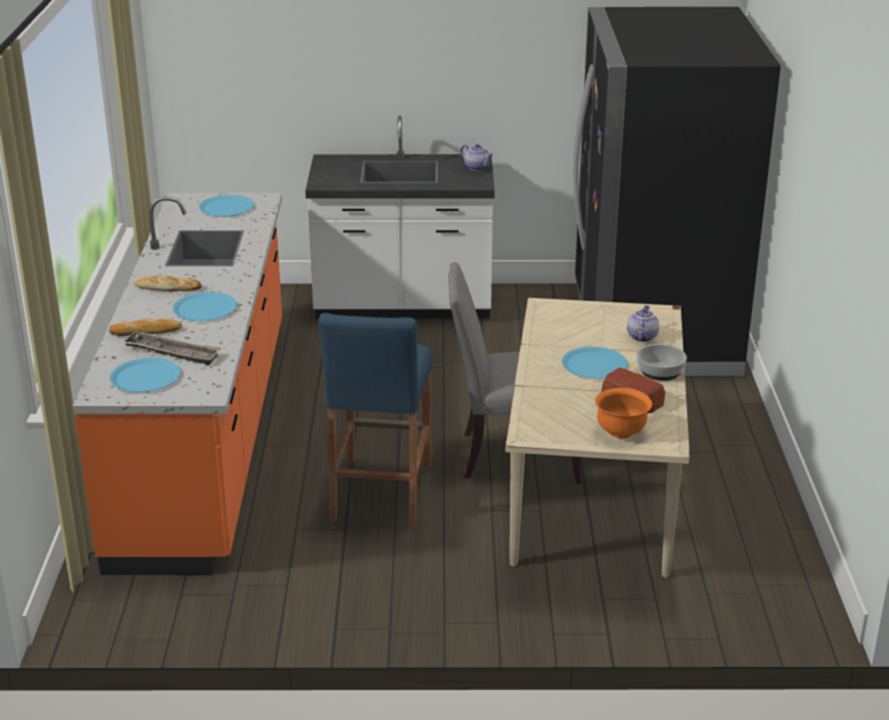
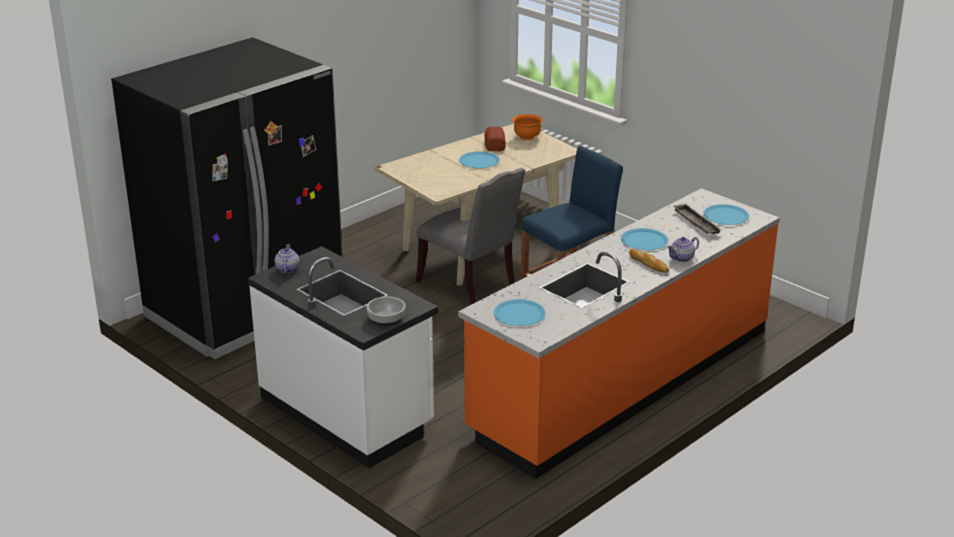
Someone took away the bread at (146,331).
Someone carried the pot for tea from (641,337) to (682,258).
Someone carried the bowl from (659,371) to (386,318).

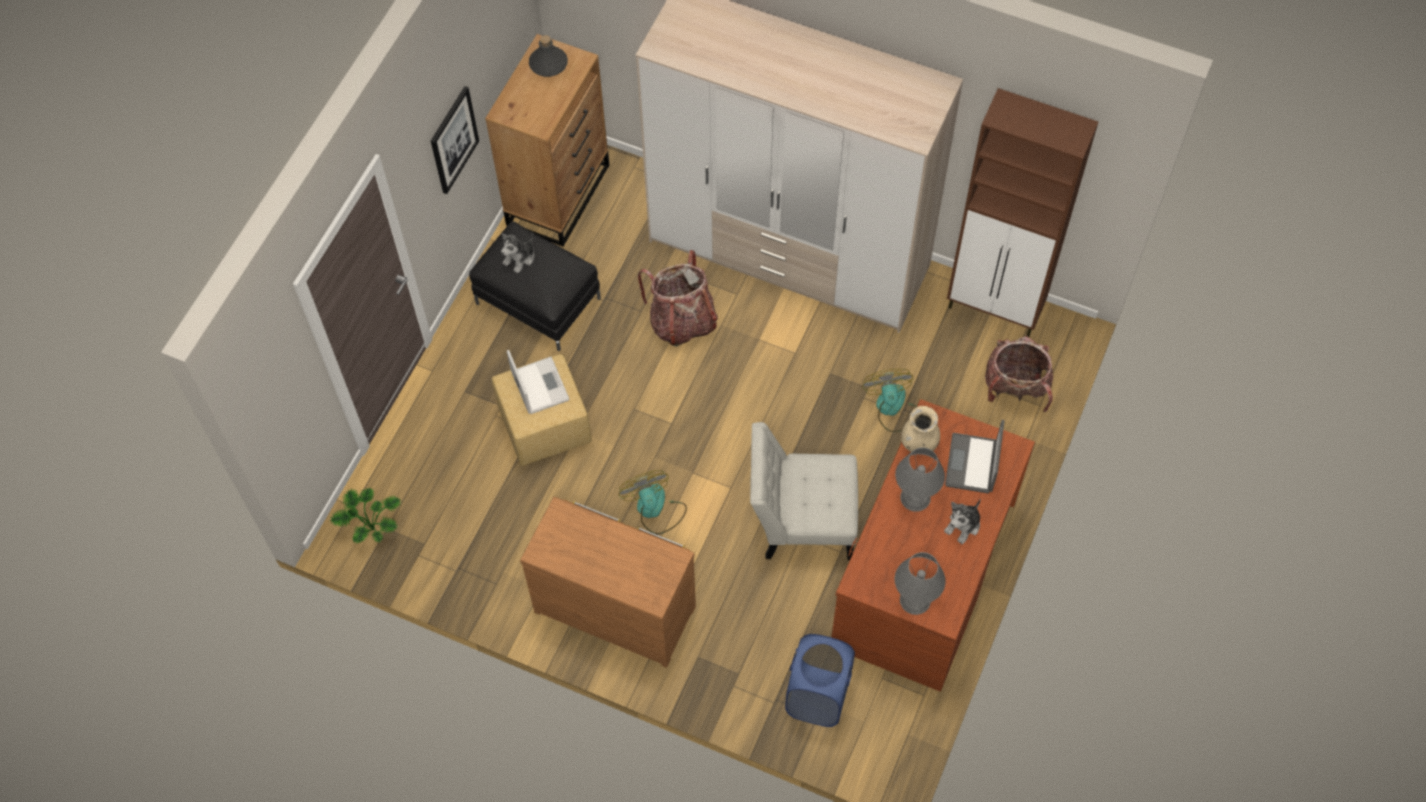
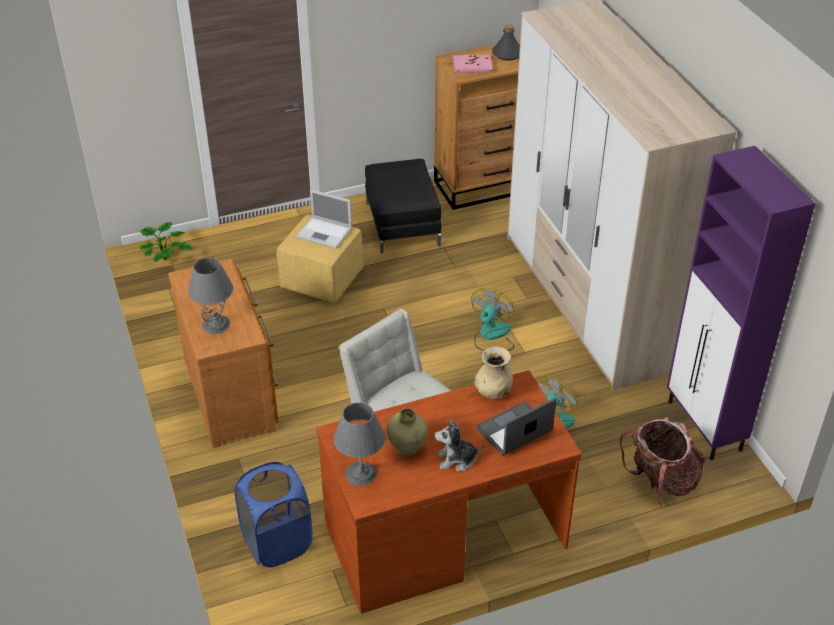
Someone took away the picture at (453,140).
Someone took away the cuddly toy at (520,258).
Someone rotated the notebook computer at (539,385) by 90 degrees clockwise.
Someone carried the cooling fan from (655,509) to (491,336).
Someone took away the knapsack at (682,321).
Someone carried the grey table lamp from (915,498) to (216,324).
Someone repainted the brownish cupboard at (995,309), which became the purplish cupboard at (704,427).
Someone put down the beige vase at (407,448).
Someone put down the pinkish volume at (472,66).

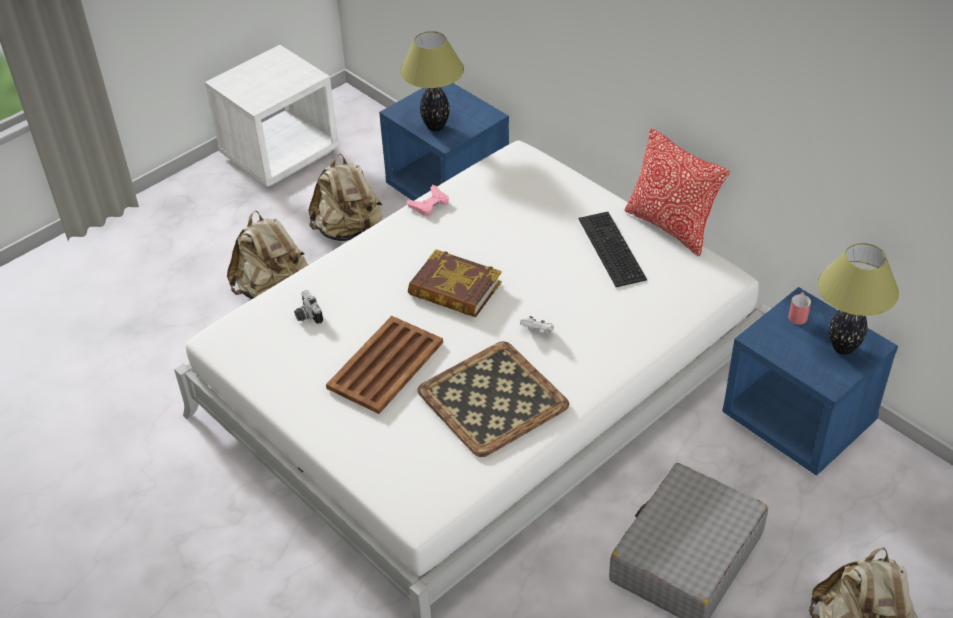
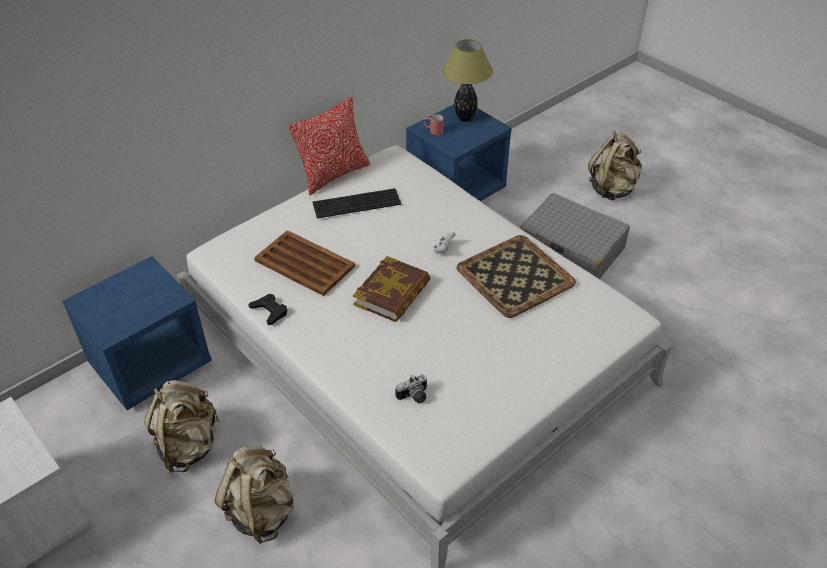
Someone carried the brownish tray from (386,364) to (304,263).
Someone took away the table lamp at (436,127).
Someone repainted the pinkish joypad at (429,204), which became the black joypad at (269,311).

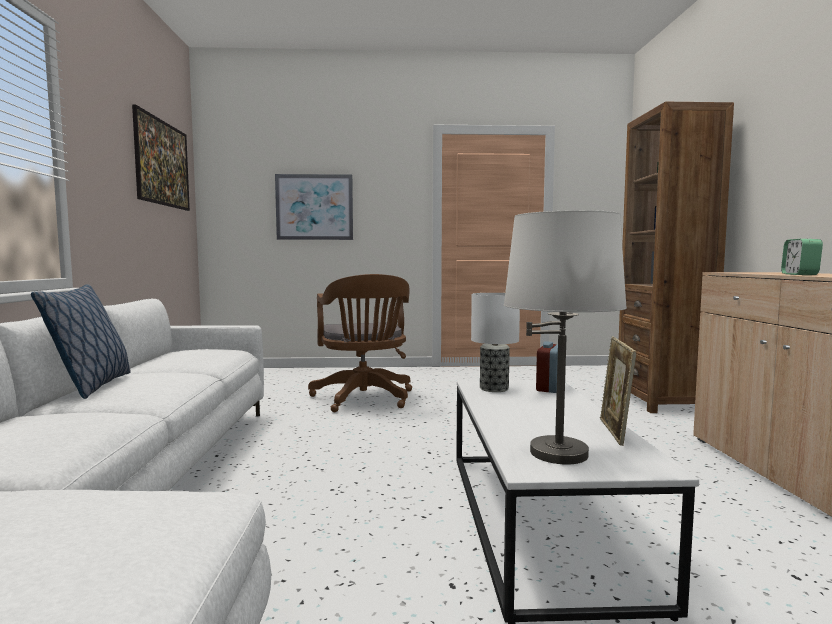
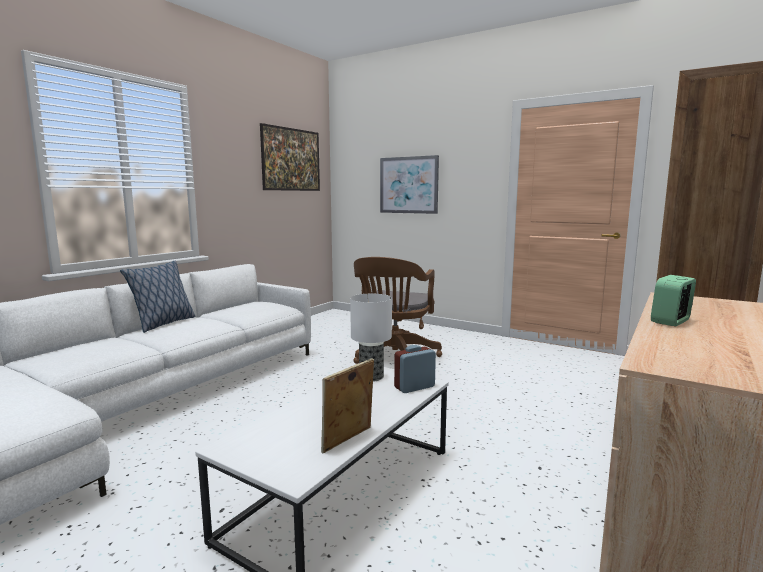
Someone took away the white table lamp at (558,453).

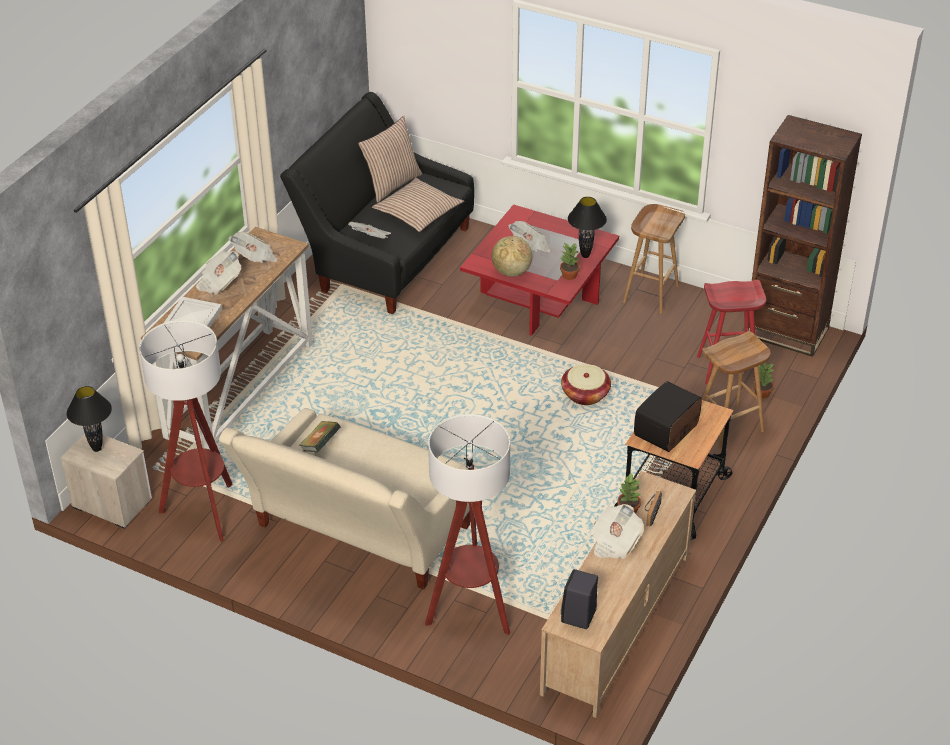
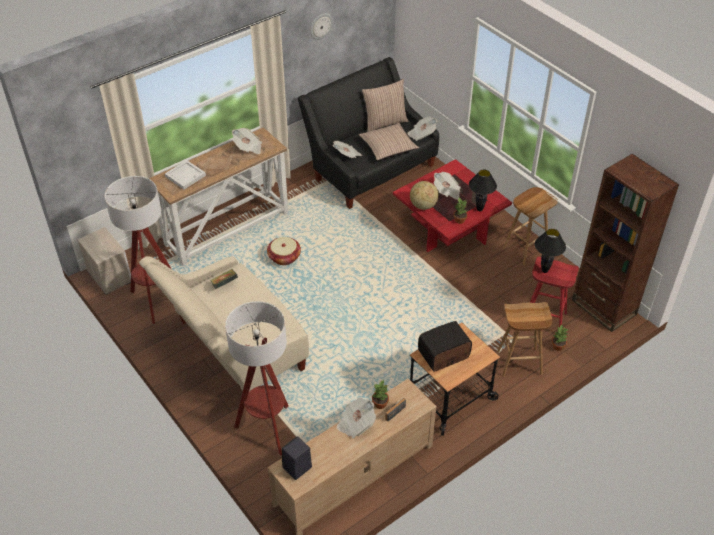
Someone carried the black table lamp from (97,448) to (545,270).
Someone carried the printed paper from (219,283) to (421,134).
Someone carried the storage basket from (585,394) to (284,257).
Someone put up the clock on the wall at (320,26).

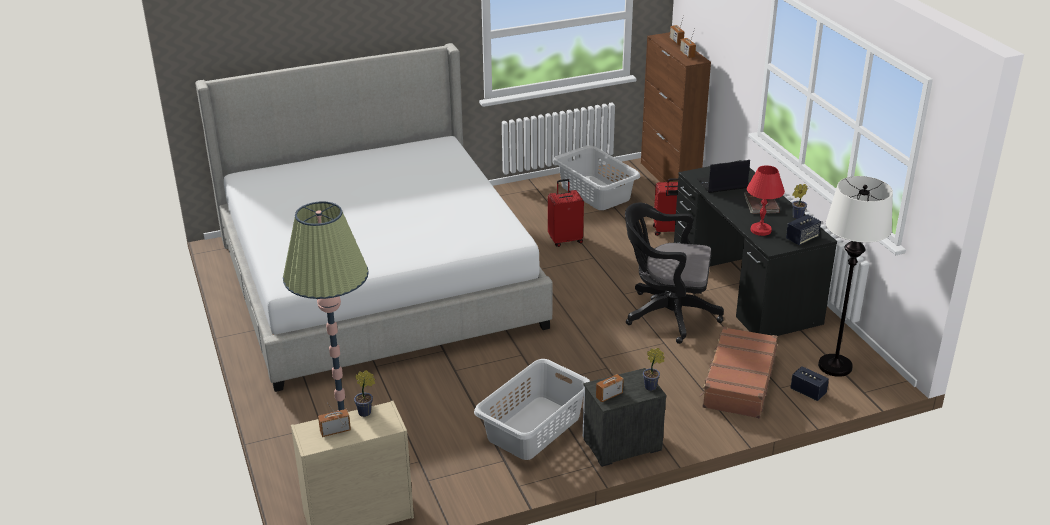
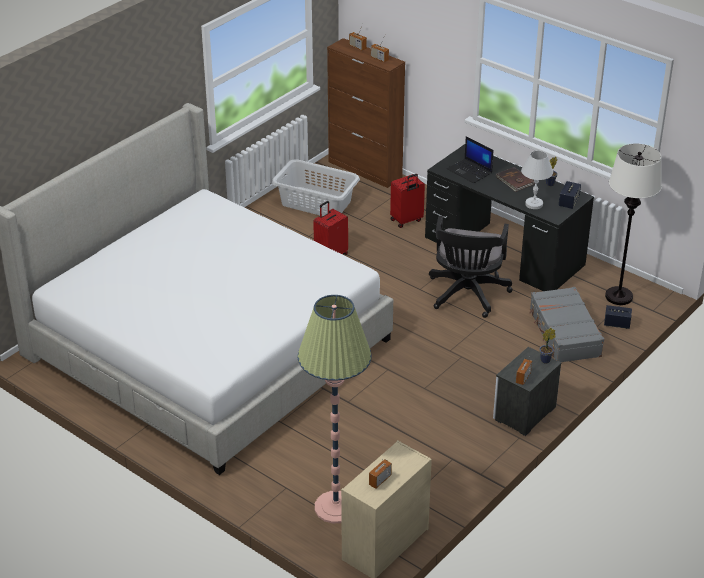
Someone took away the houseplant at (366,412).
Someone took away the grey laundry basket at (532,428).
Someone rotated the black desk chair at (666,314) by 60 degrees counterclockwise.
Someone rotated the notebook computer at (721,184) by 90 degrees counterclockwise.
Someone repainted the brownish suitcase at (738,382), which became the grey suitcase at (564,333).
Someone repainted the red table lamp at (760,230), which became the white table lamp at (533,204).

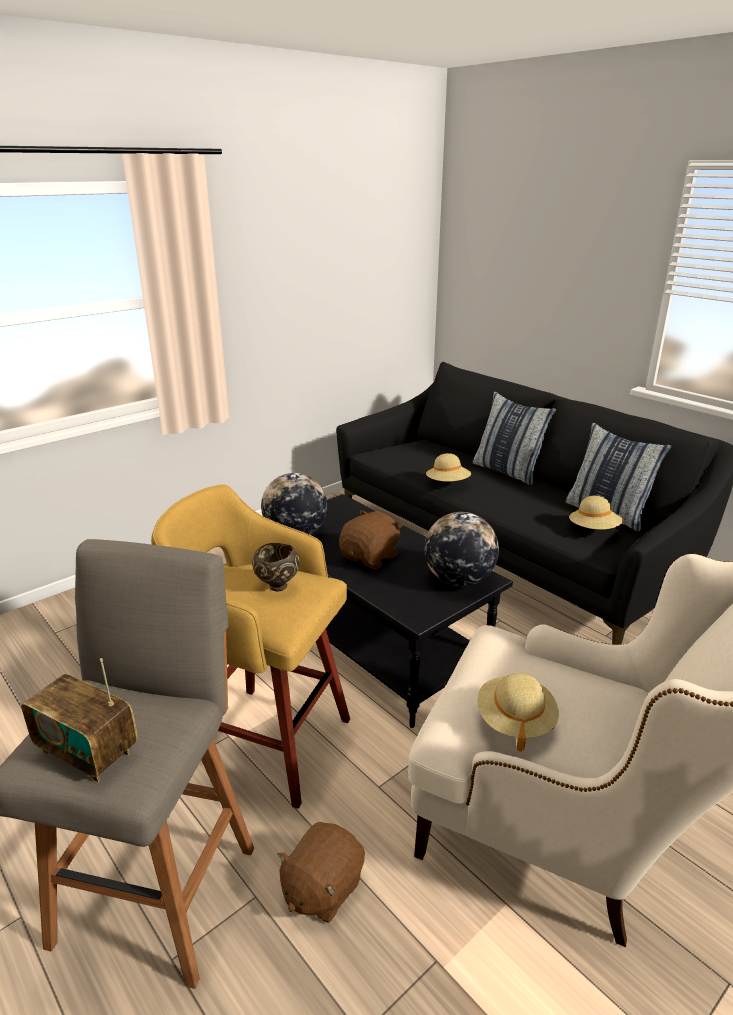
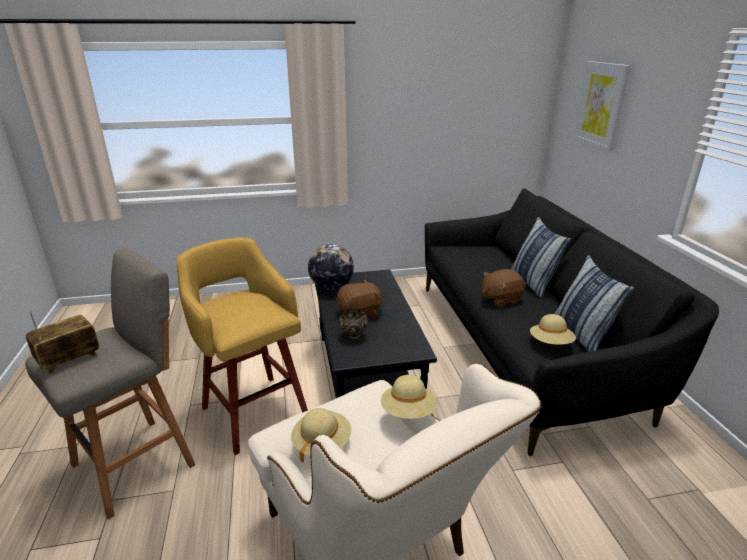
Someone rotated the radio at (88,751) by 75 degrees clockwise.
Someone carried the brownish bowl from (276,587) to (353,336).
Someone carried the brownish cuddly toy from (322,888) to (500,299).
Someone took away the world globe at (458,580).
Someone carried the beige clothing hat from (448,483) to (408,412).
Someone put up the picture at (601,105).

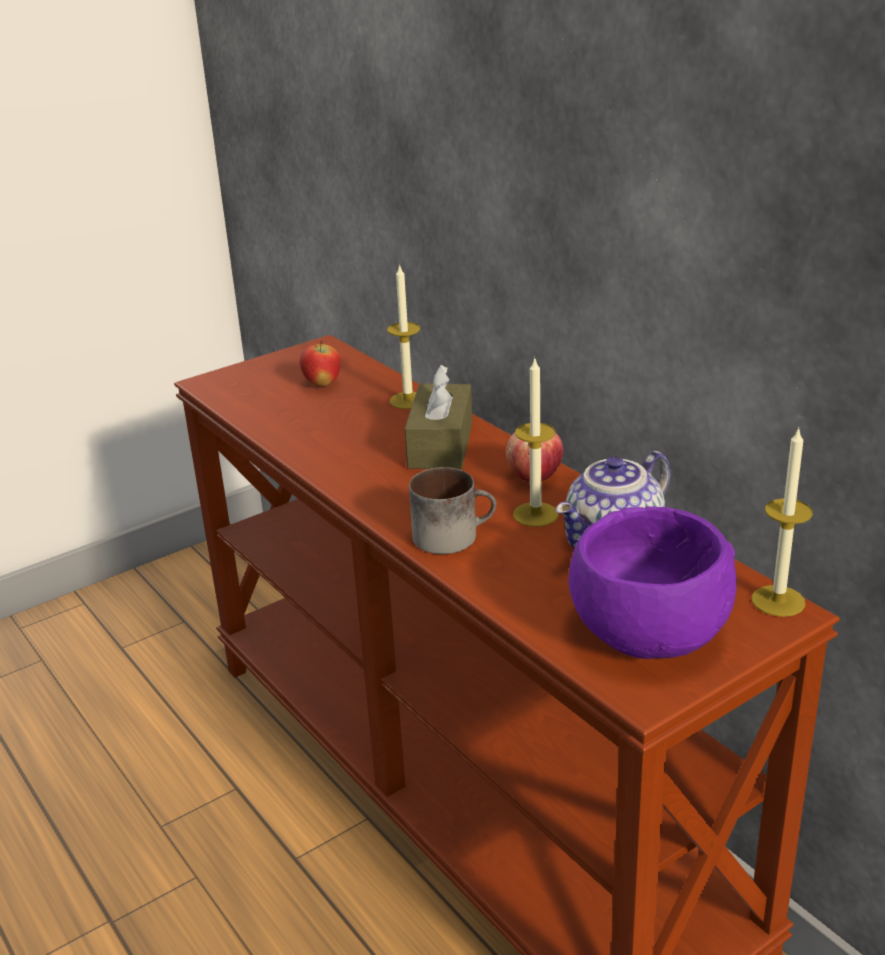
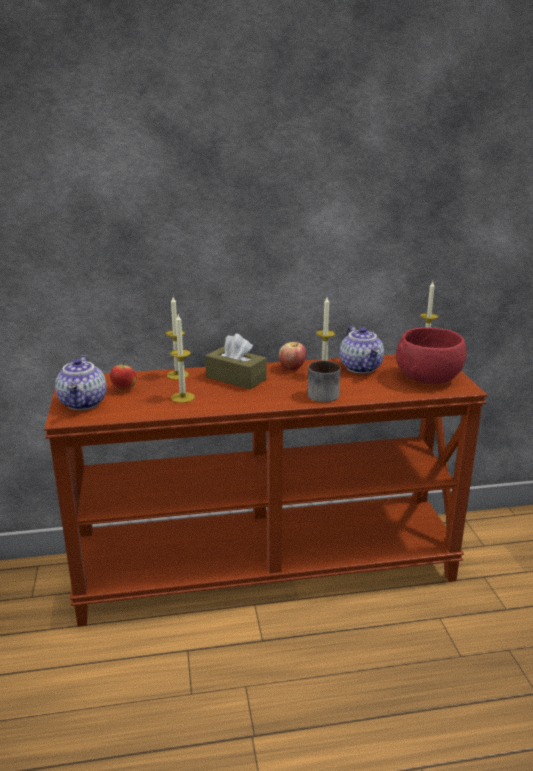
Someone repainted the purplish bowl at (646,632), which became the red bowl at (428,378).
Someone put down the pot for tea at (84,403).
Someone put down the candle at (182,397).

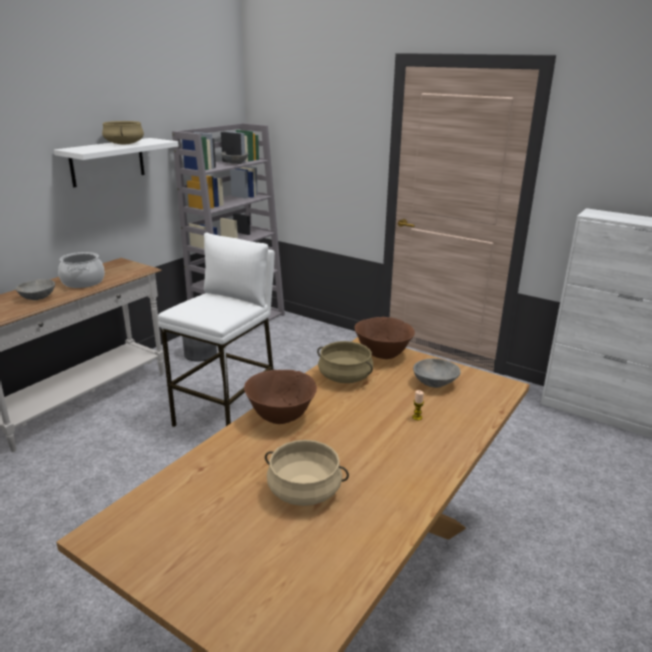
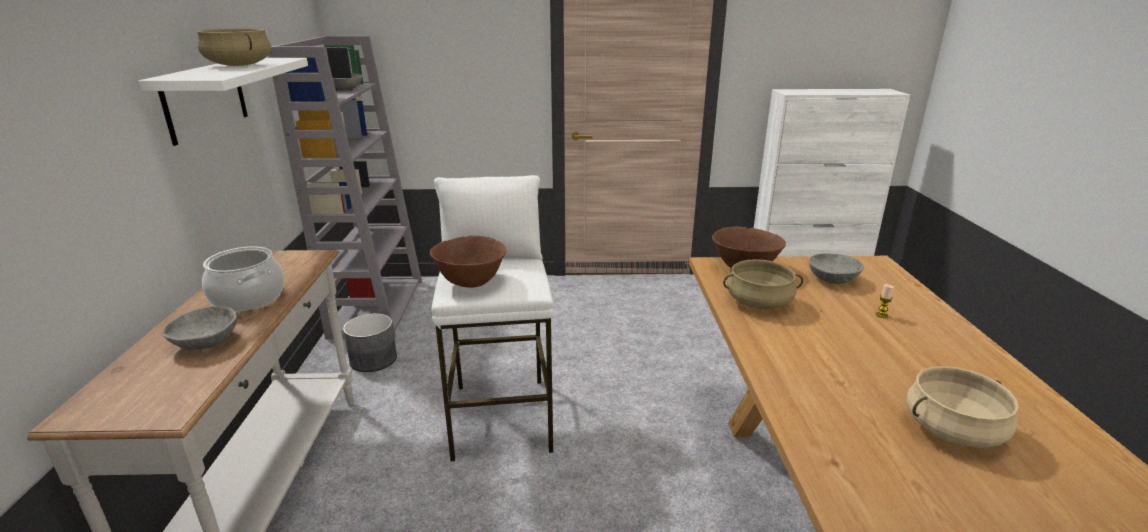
Someone carried the brownish bowl from (280,416) to (470,282).

